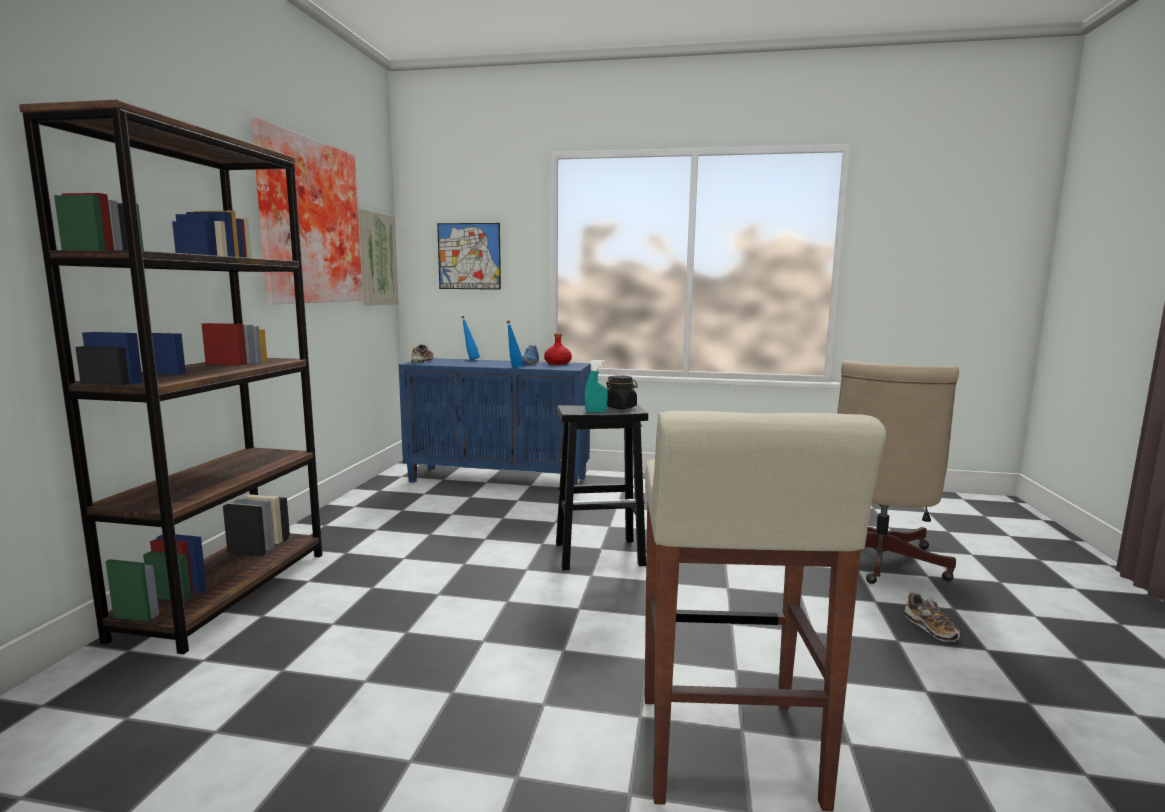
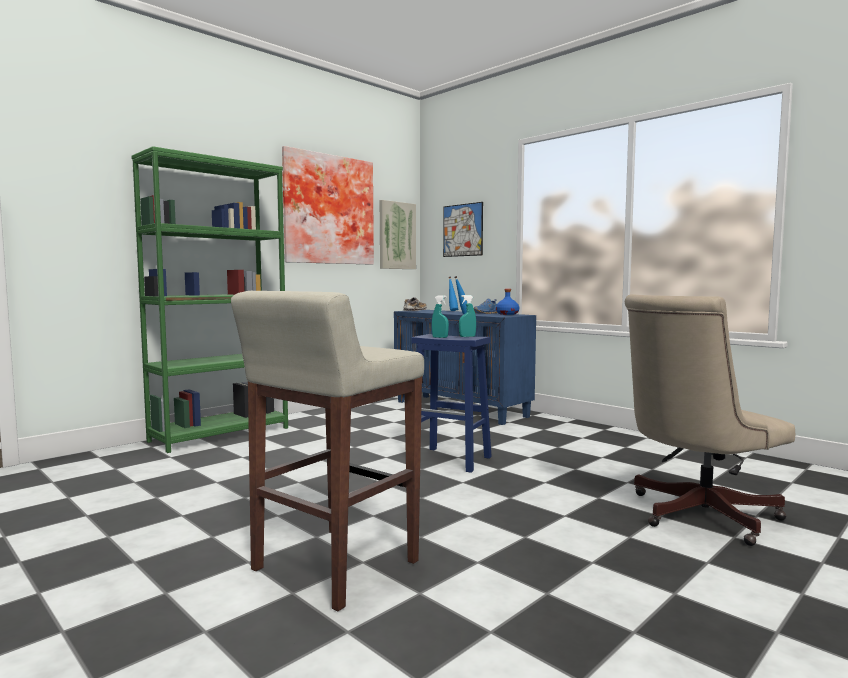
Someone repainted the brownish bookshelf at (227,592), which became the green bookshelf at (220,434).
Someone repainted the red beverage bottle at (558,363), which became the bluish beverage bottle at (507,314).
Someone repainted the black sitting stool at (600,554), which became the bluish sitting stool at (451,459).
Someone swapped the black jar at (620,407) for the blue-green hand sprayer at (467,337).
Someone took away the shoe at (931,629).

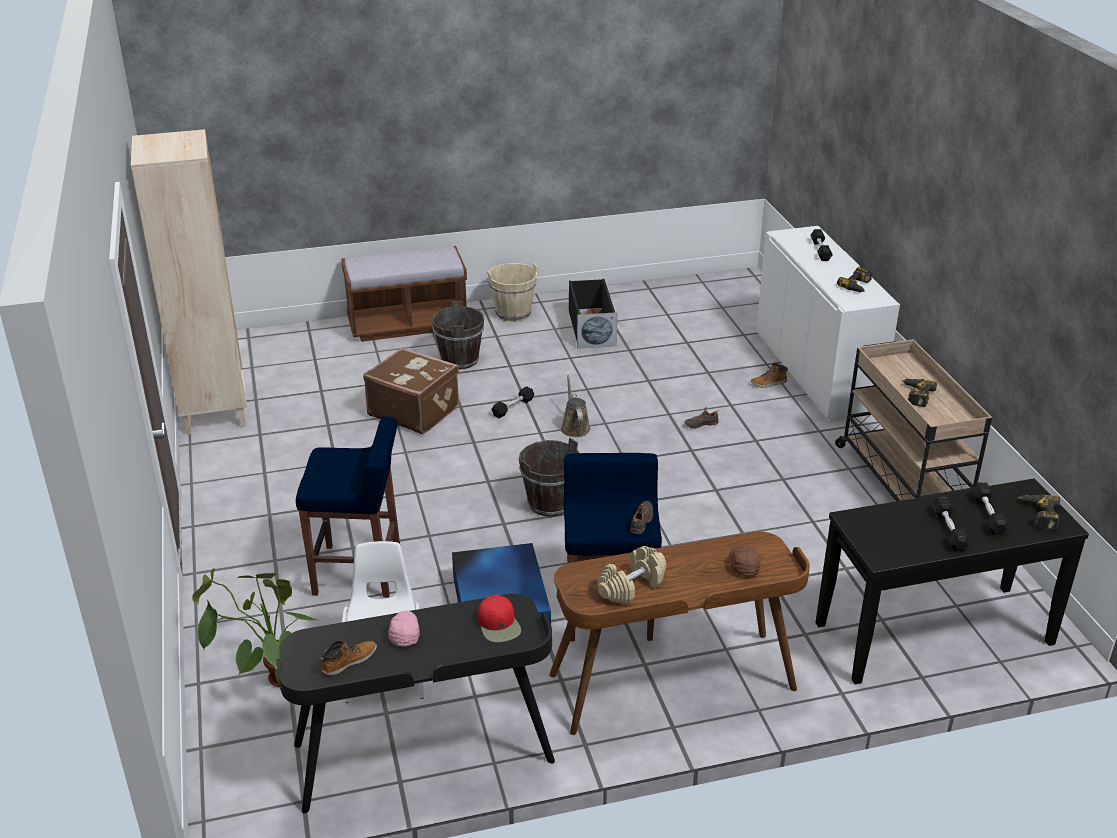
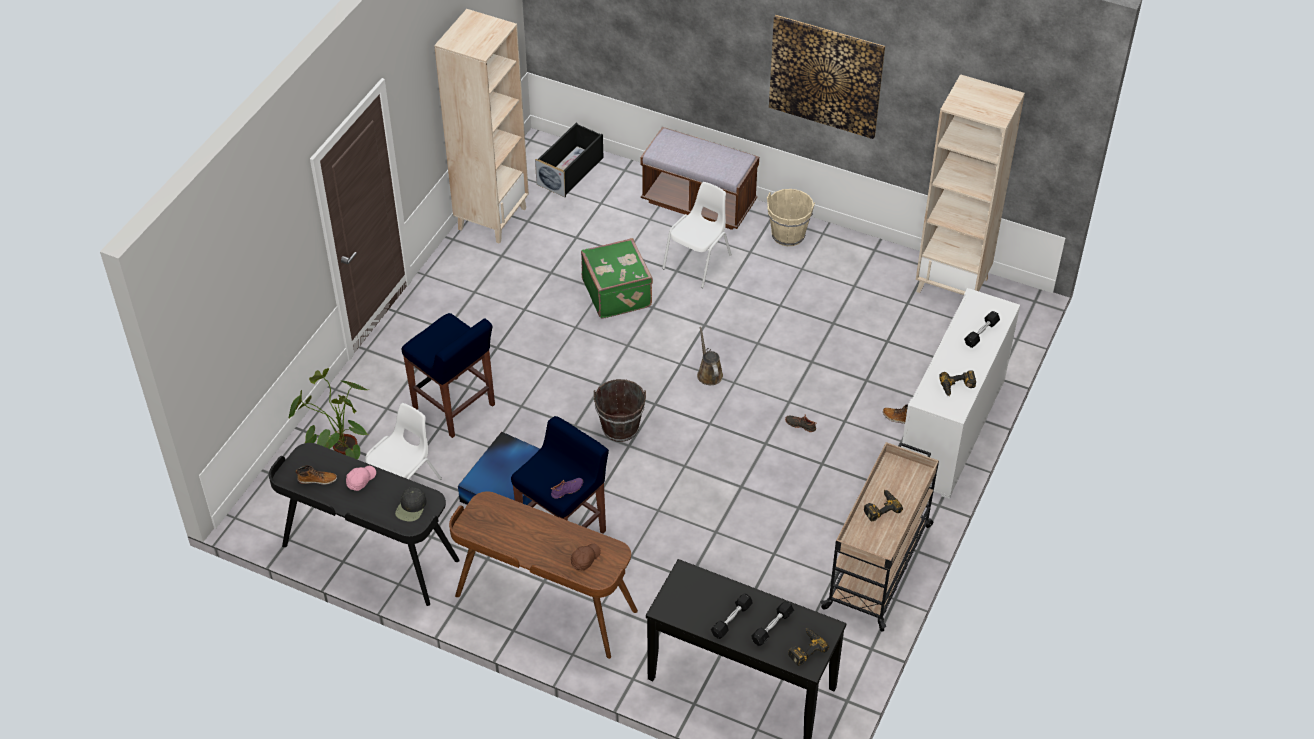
Someone repainted the brownish suitcase at (414,411), which became the green suitcase at (618,293).
Someone swapped the brownish water bucket at (460,360) for the white upright chair at (698,262).
Someone repainted the red peaked cap at (499,624), which became the black peaked cap at (411,507).
Someone took away the black dumbbell at (513,407).
Someone rotated the brownish watering can at (574,427) by 45 degrees counterclockwise.
Someone carried the black storage bin from (591,328) to (570,171).
Someone took away the beige dumbbell at (631,587).
Someone repainted the black shoe at (642,521), which became the purplish shoe at (567,490).
Someone put up the picture at (826,76).
Someone put down the beige bookshelf at (952,285).

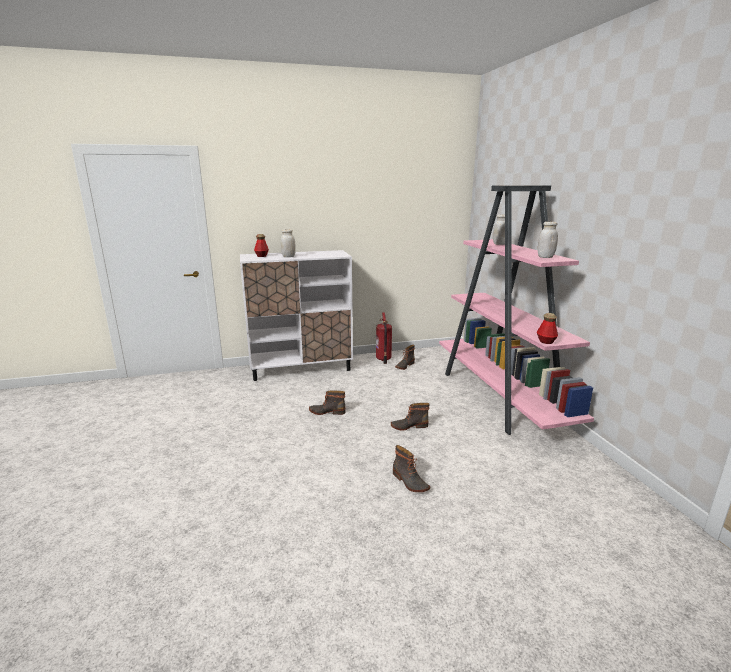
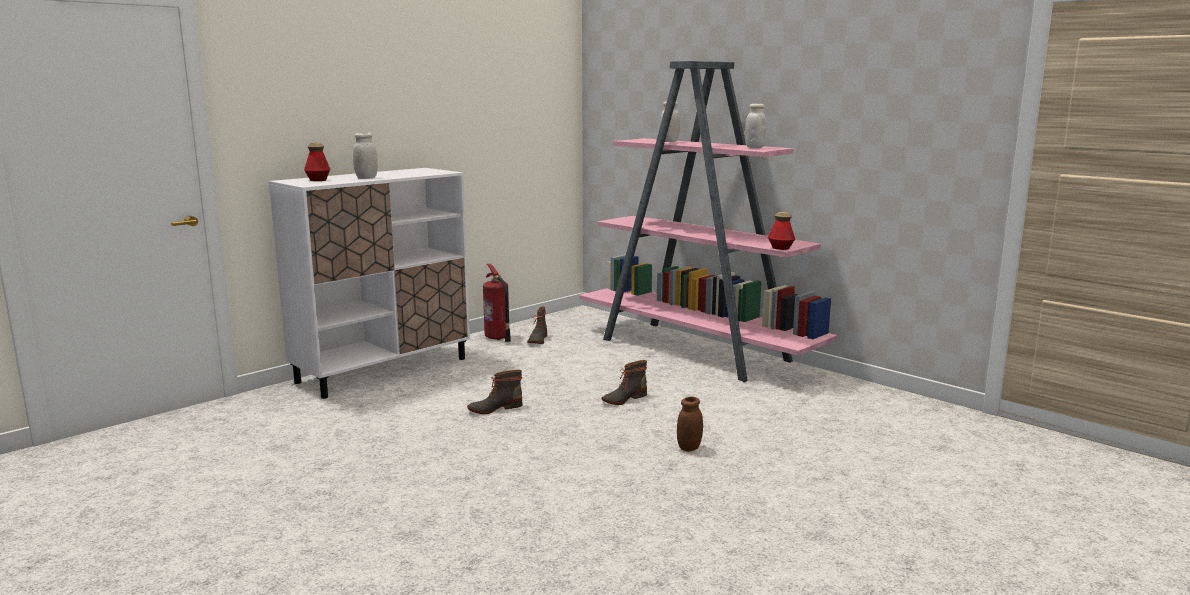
Someone swapped the tall boot at (409,482) for the brownish jar at (689,448).

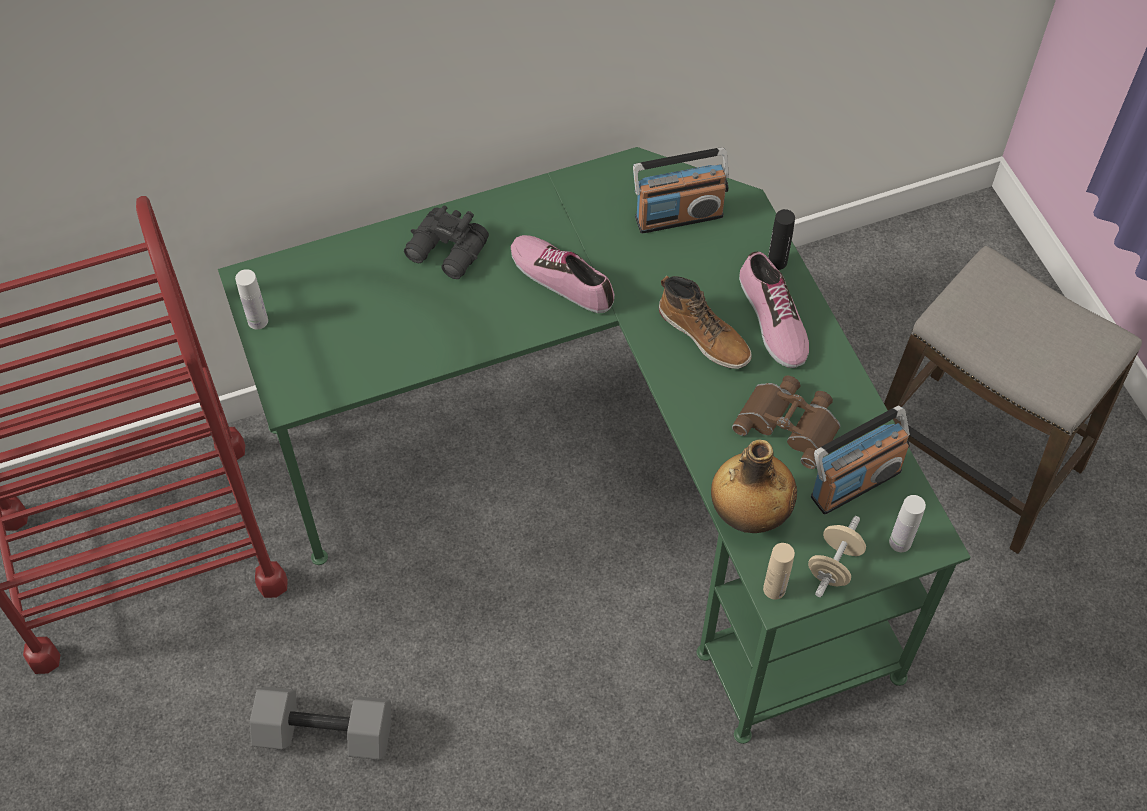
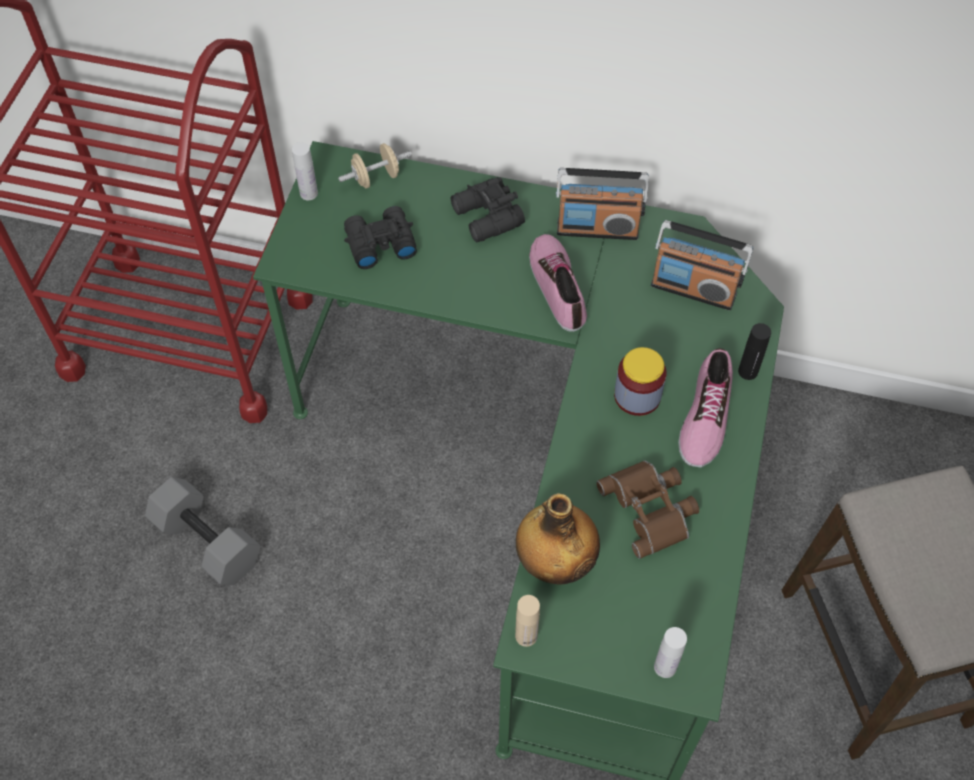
Someone swapped the tall boot at (704,335) for the jar at (637,396).
Someone carried the beige dumbbell from (834,565) to (376,178).
Someone carried the radio from (854,483) to (597,228).
Someone put down the black field glasses at (379,243).

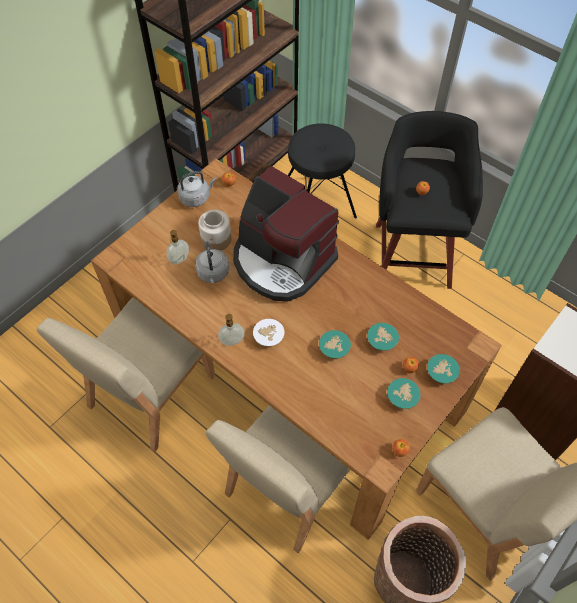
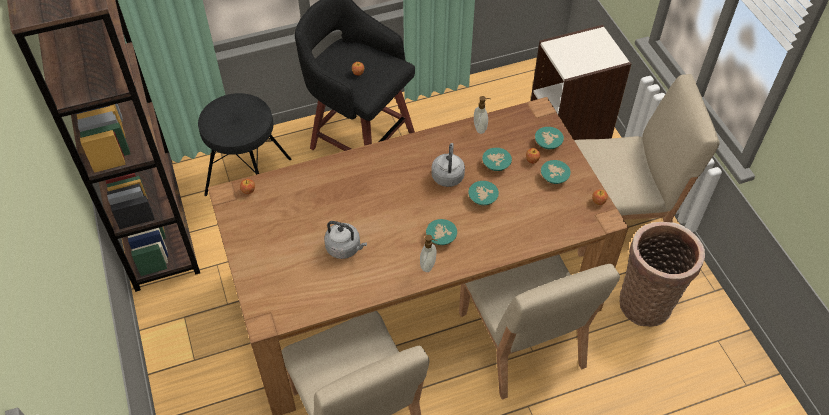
Someone carried the soap bottle from (179,260) to (480,128).
Someone carried the grey kettle from (196,197) to (447,175).
Someone took away the jar at (216,239).
Someone took away the coffee machine at (282,261).
Someone repainted the white bowl at (267,336), which became the blue-green bowl at (440,238).

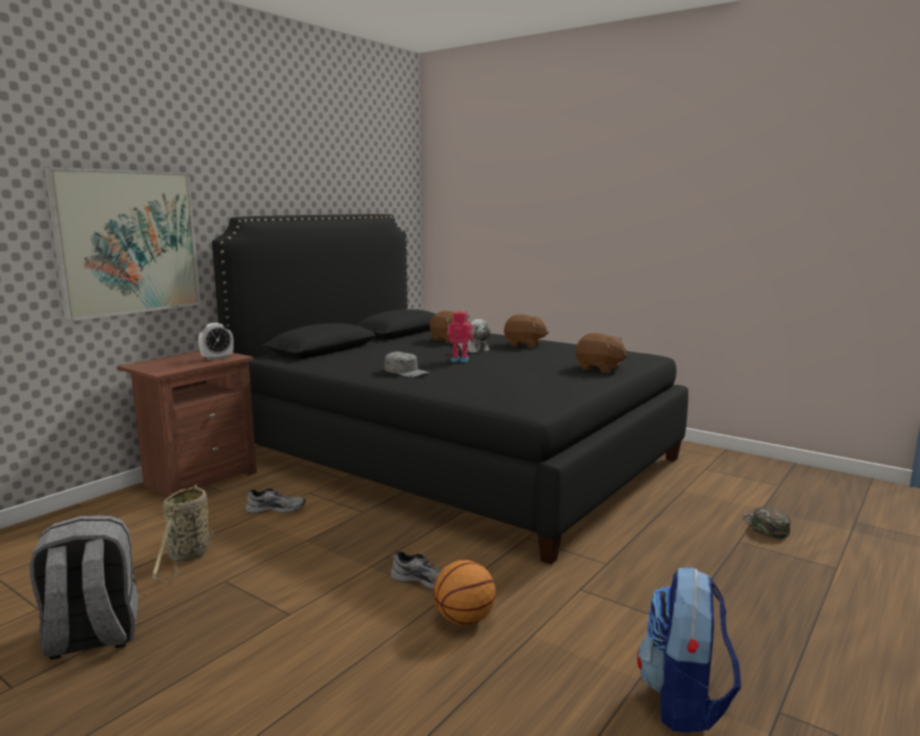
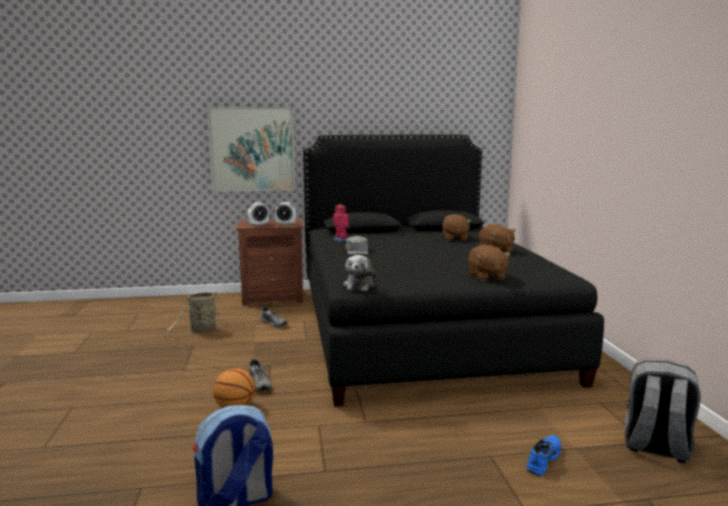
Someone carried the grey knapsack from (92,638) to (655,447).
Someone carried the model robot from (460,360) to (341,240).
Someone carried the cuddly toy from (472,349) to (359,285).
Someone swapped the green peaked cap at (765,526) for the bluish shoe at (542,459).
Someone put down the bedside clock at (258,225).

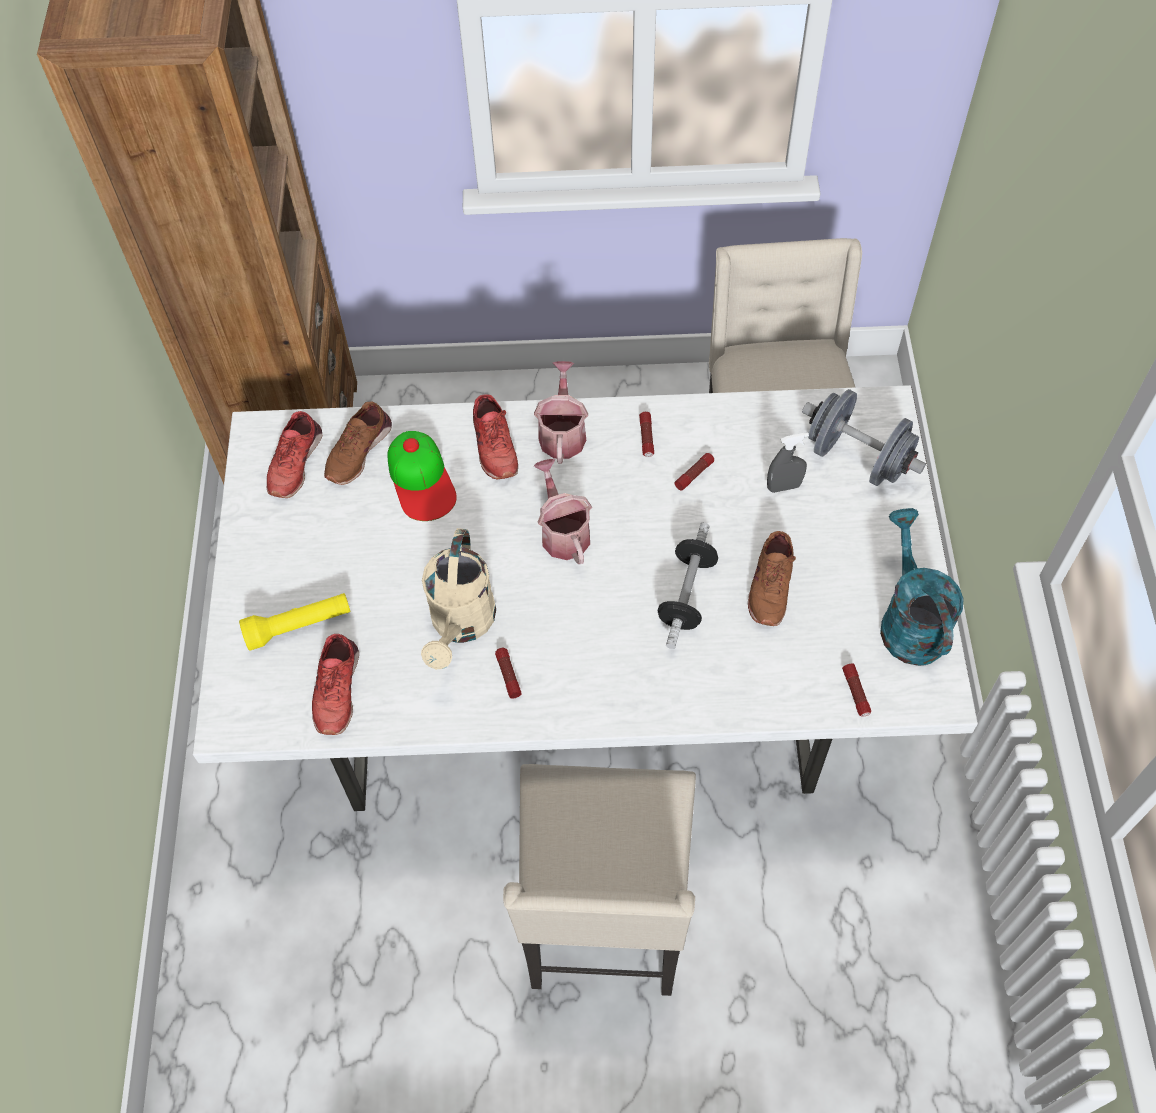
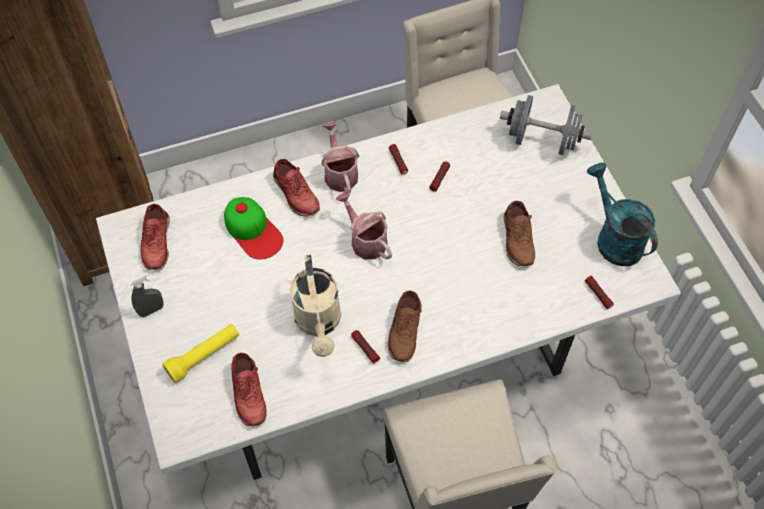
Someone carried the brownish shoe from (357,451) to (404,330).
Someone took away the dumbbell at (687,594).
Someone carried the grey hand sprayer from (784,486) to (151,310).

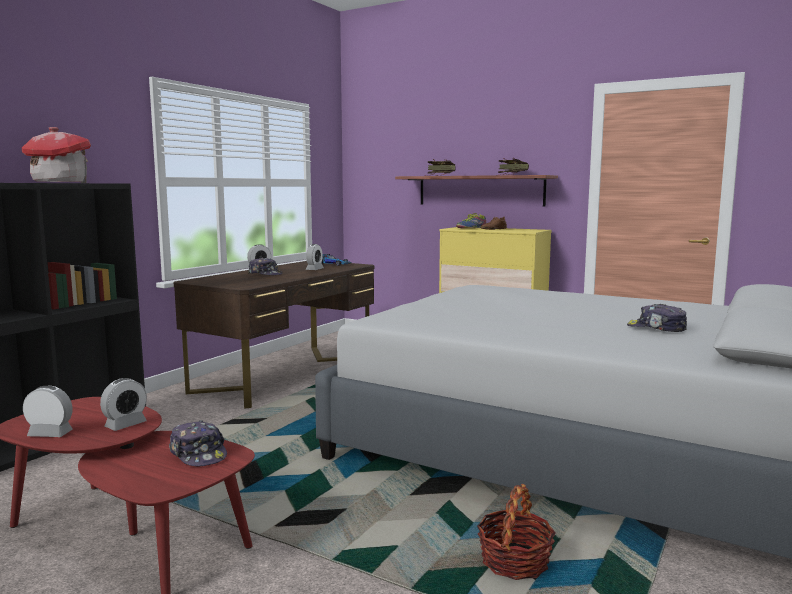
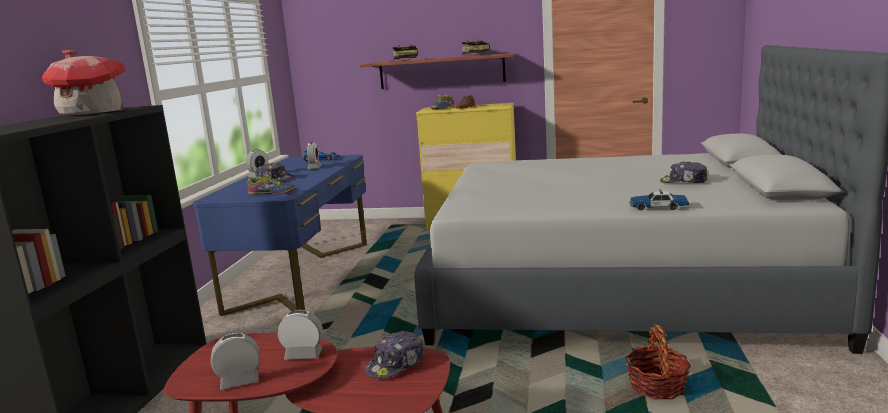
Someone rotated the bedside clock at (125,425) by 105 degrees counterclockwise.
Someone rotated the peaked cap at (199,454) by 105 degrees clockwise.
Someone repainted the brownish desk table at (286,374), which became the bluish desk table at (302,275).
Someone put down the shoe at (272,193).
Someone put down the model car at (658,207).

